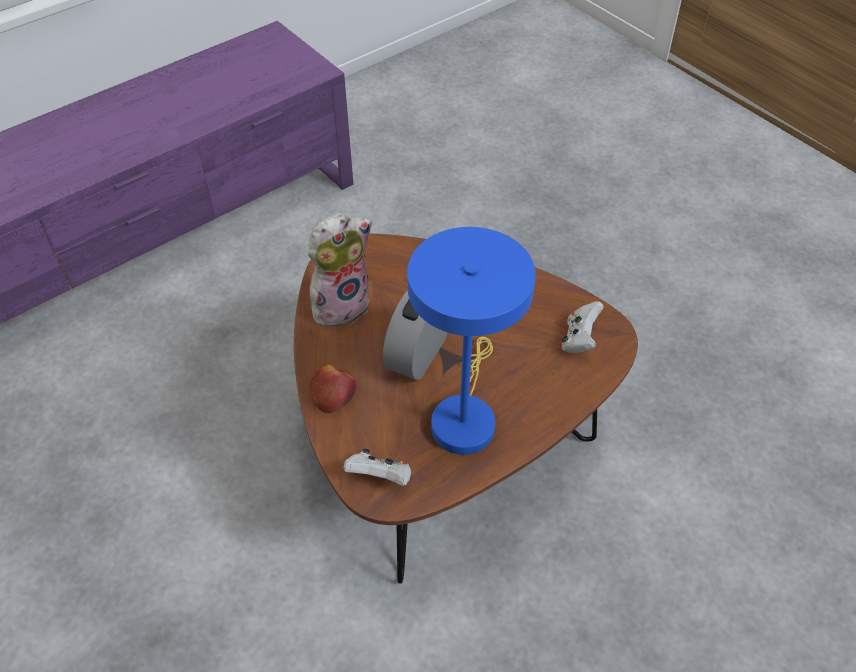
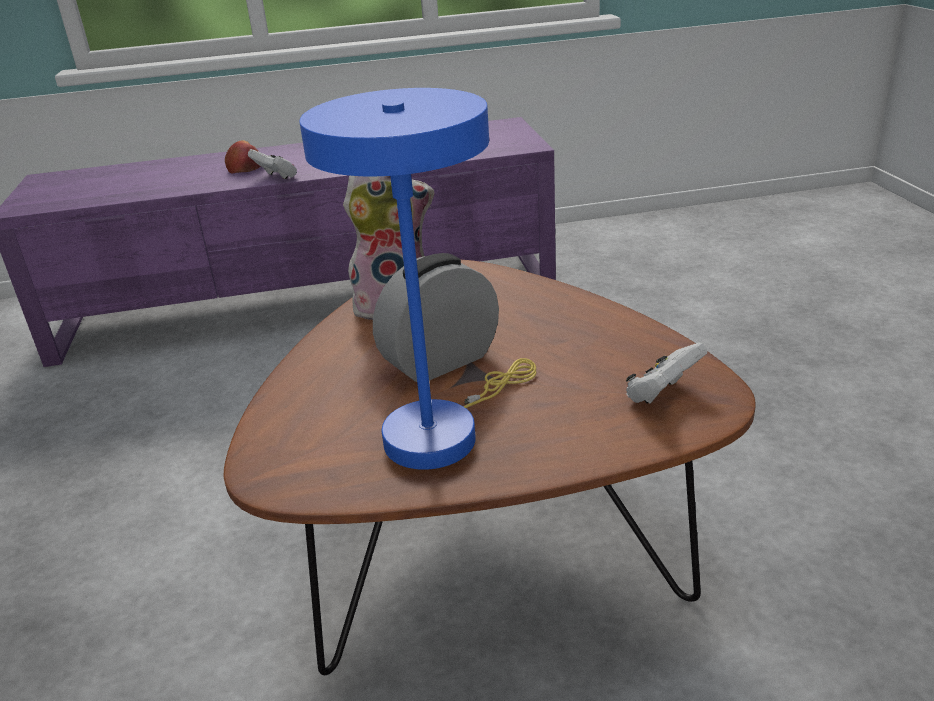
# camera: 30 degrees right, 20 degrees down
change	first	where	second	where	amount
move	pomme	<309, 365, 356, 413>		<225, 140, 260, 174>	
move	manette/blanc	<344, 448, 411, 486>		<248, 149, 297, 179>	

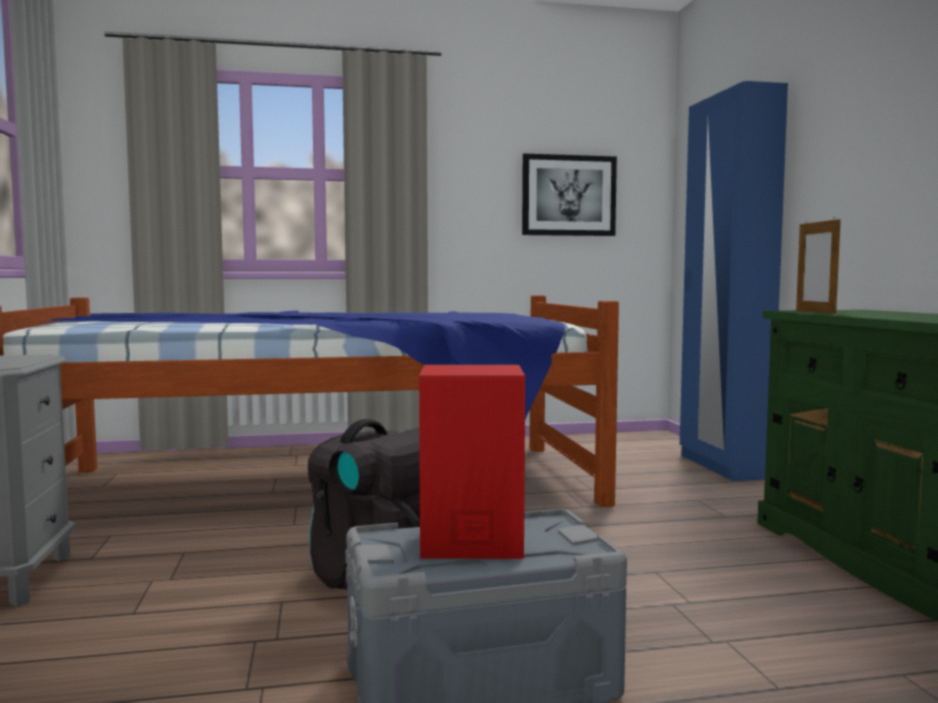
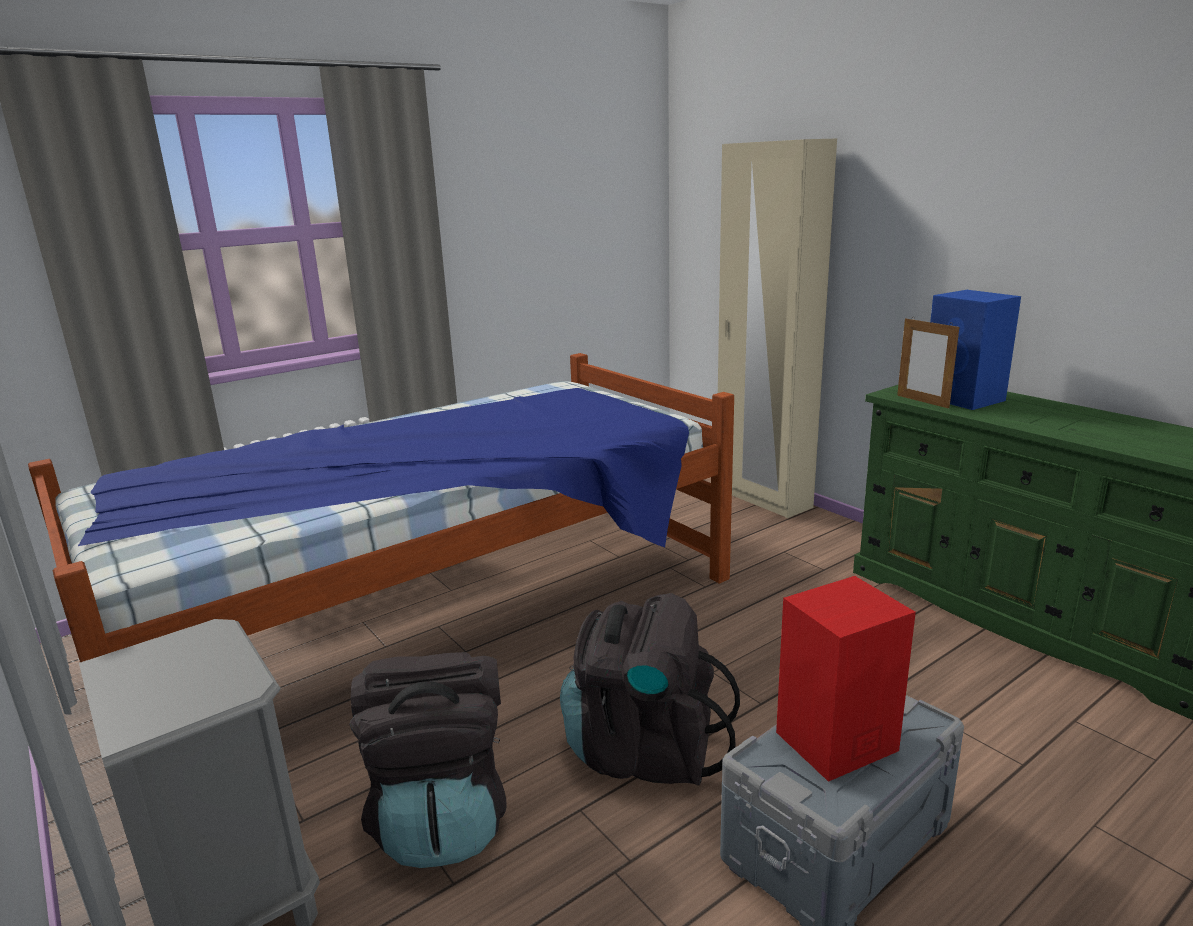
# camera: 25 degrees left, 15 degrees up
change	first	where	second	where	amount
recolor	armoire/bleu	<680, 81, 788, 481>	armoire/beige	<718, 139, 837, 518>	
delete	tableau	<522, 154, 617, 236>			
insert			enceinte/bleu	<930, 290, 1021, 410>	
insert			sac à dos/noir	<349, 652, 507, 868>	

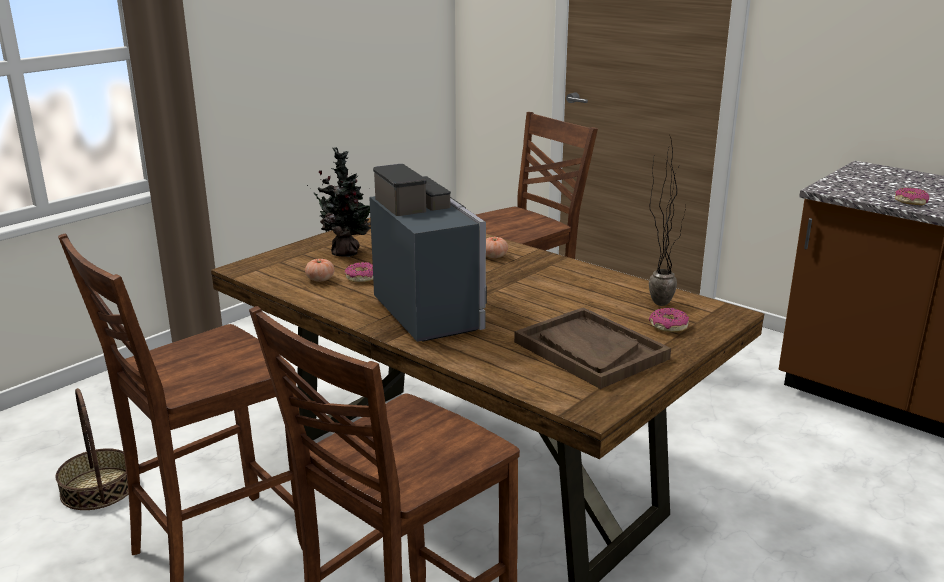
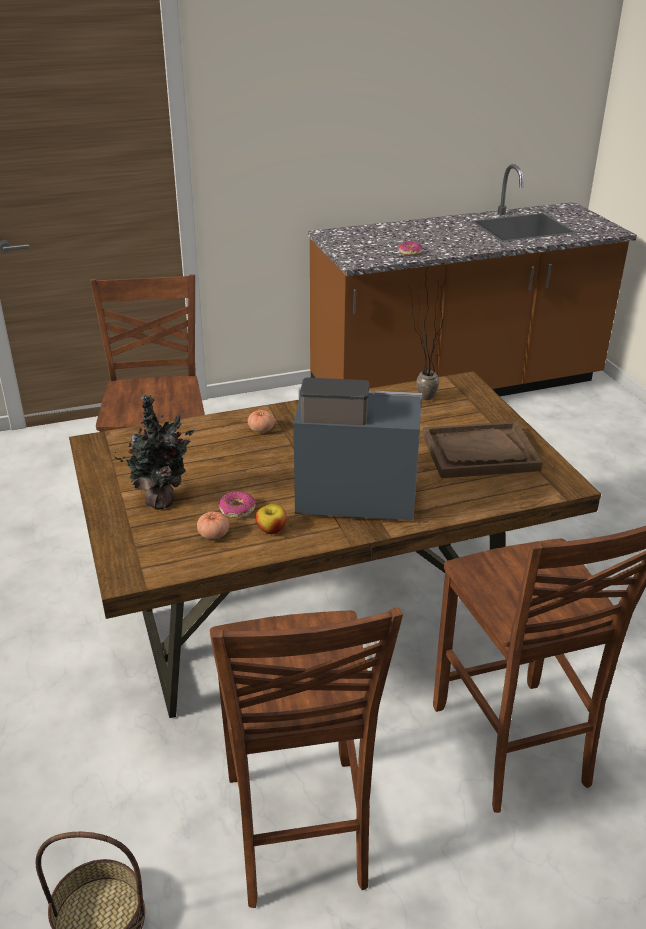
# camera: 60 degrees left, 10 degrees up
change	first	where	second	where	amount
delete	beignet	<649, 308, 689, 332>			
insert			pomme	<256, 504, 287, 534>	

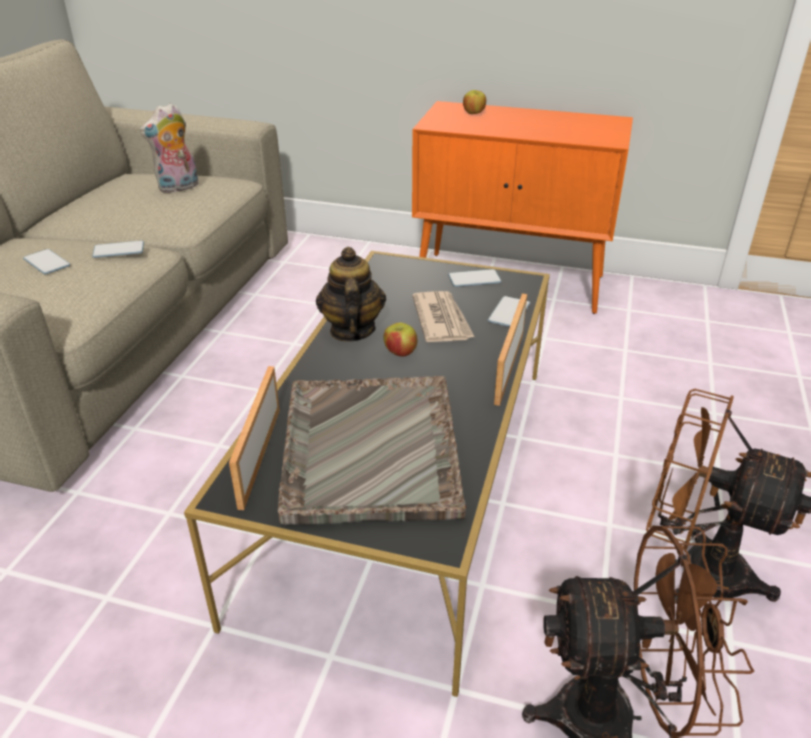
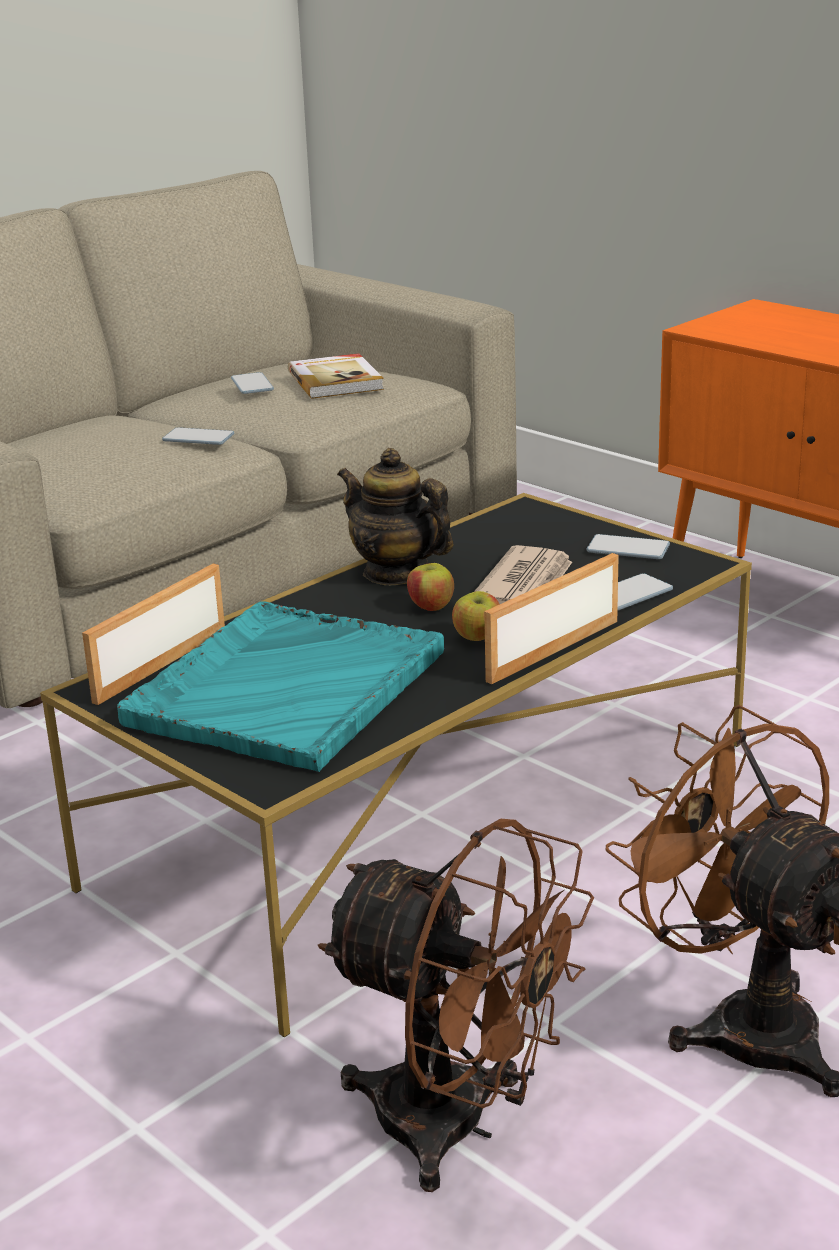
# camera: 30 degrees right, 10 degrees down
change	first	where	second	where	amount
move	pomme	<463, 90, 486, 114>		<452, 591, 499, 641>	
replace	peluche	<139, 103, 198, 193>	livre	<288, 353, 384, 399>	
rotate	théière	<316, 247, 386, 342>		<337, 448, 453, 585>	75 degrees counterclockwise
move	téléphone	<23, 249, 70, 275>		<231, 372, 274, 394>	
recolor	plateau/gris	<278, 376, 467, 525>	plateau/turquoise	<117, 601, 444, 772>	

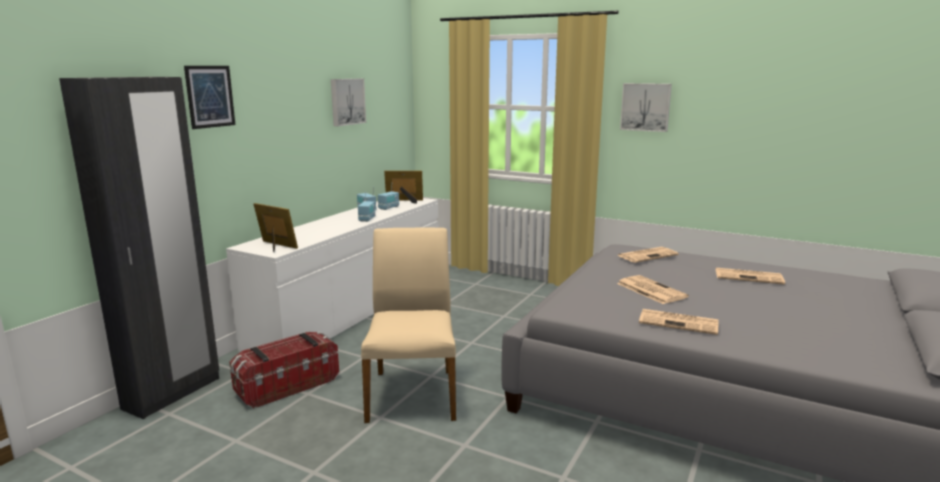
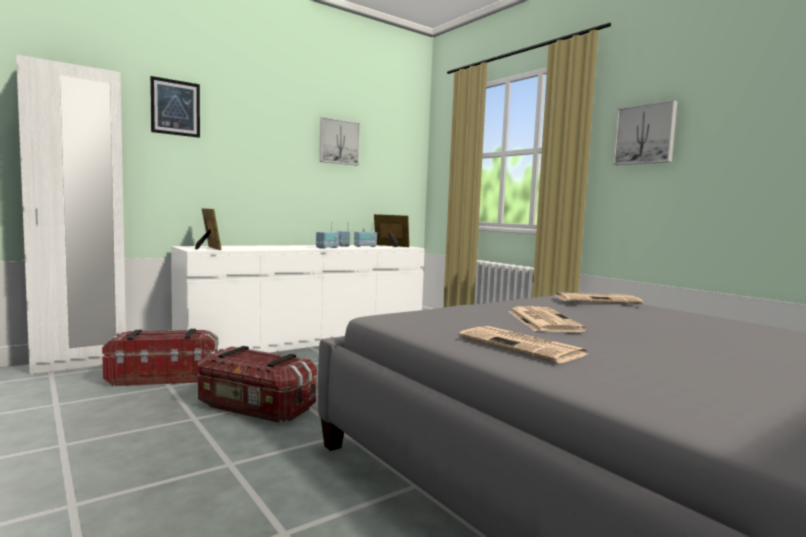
# camera: 25 degrees right, 10 degrees down
change	first	where	second	where	amount
recolor	armoire/noir	<59, 77, 219, 419>	armoire/blanc	<16, 55, 126, 374>	
replace	chaise/beige	<361, 227, 456, 423>	boîte de rangement	<198, 346, 317, 423>	
delete	journal	<715, 268, 785, 285>			

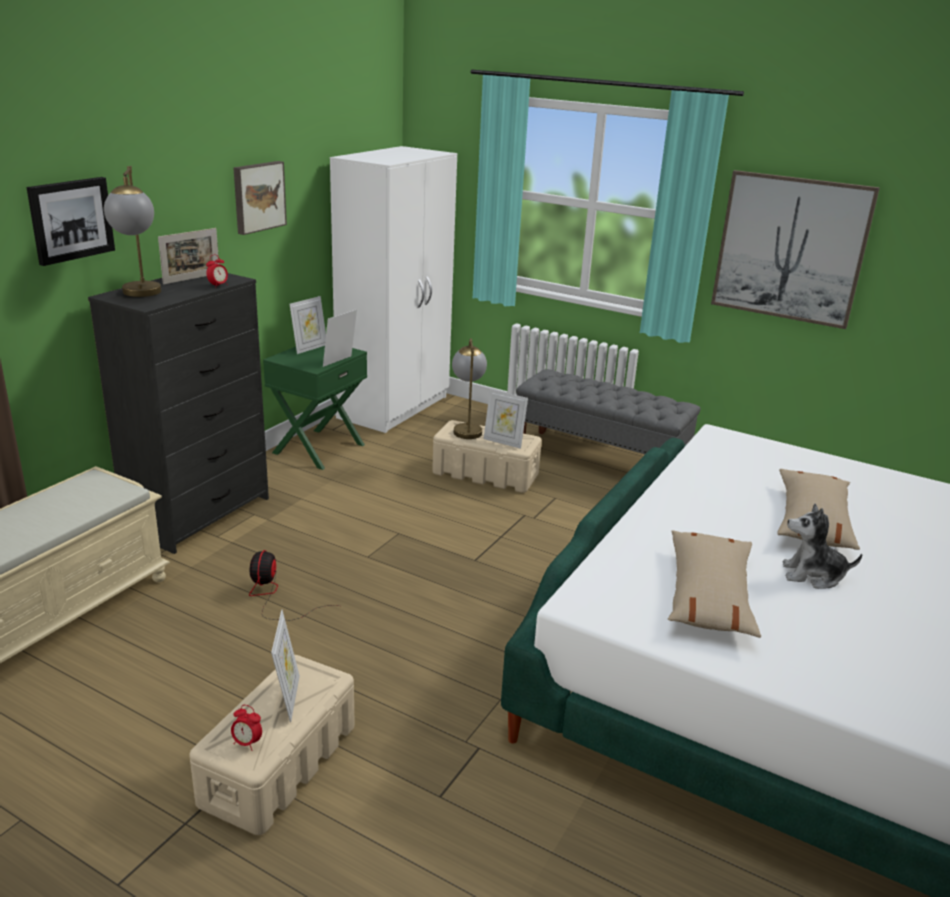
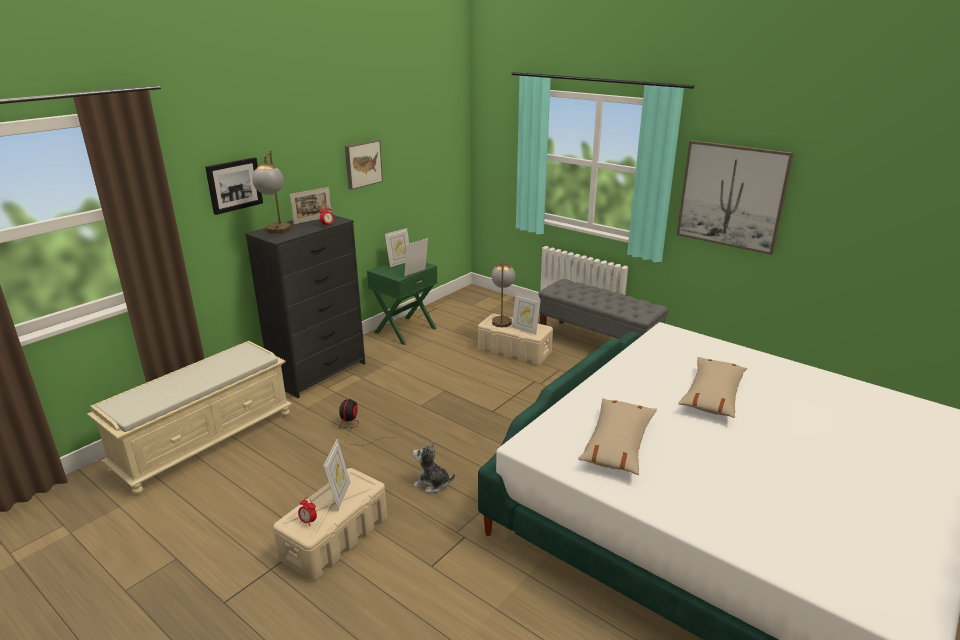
# camera: 10 degrees right, 0 degrees up
change	first	where	second	where	amount
delete	armoire/blanc	<330, 146, 457, 433>			
move	peluche	<782, 504, 862, 589>		<412, 441, 455, 493>	

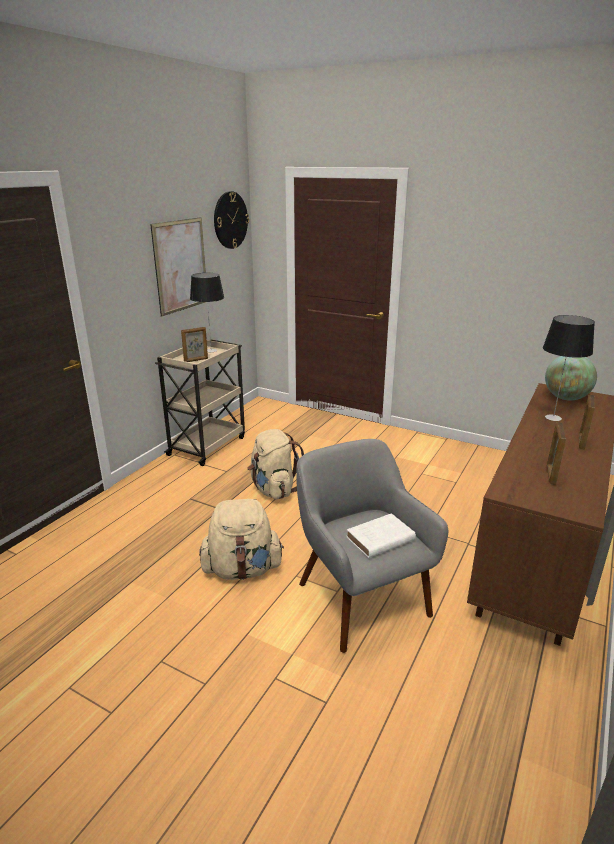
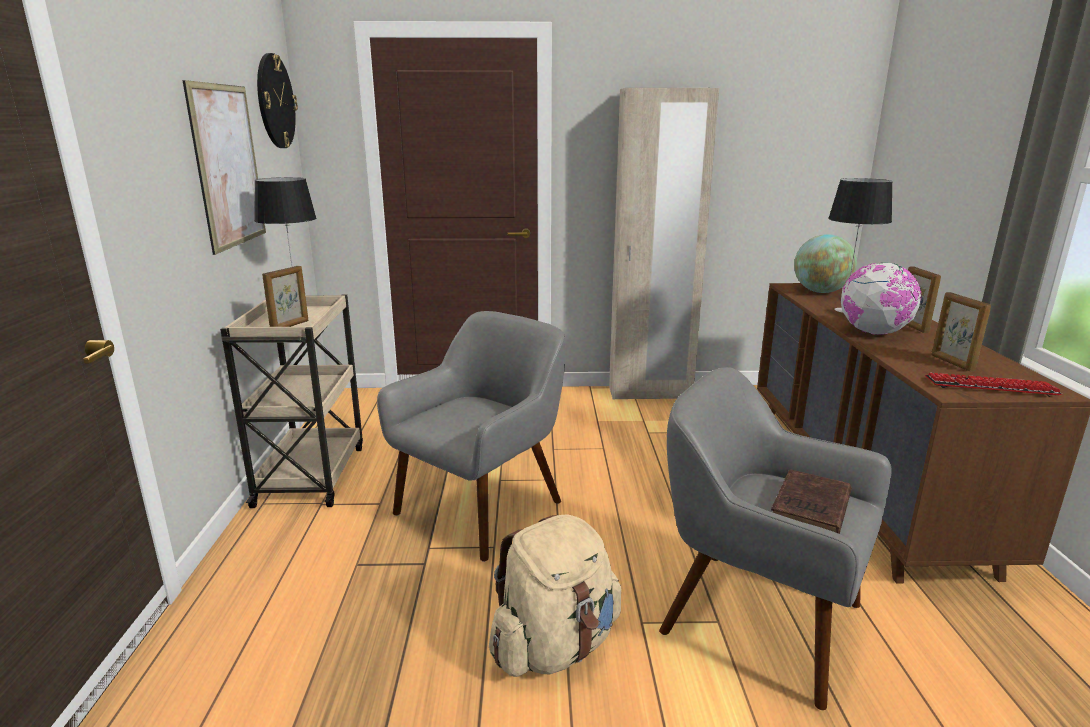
# camera: 30 degrees left, 5 degrees down
change	first	where	second	where	amount
replace	sac à dos/beige	<247, 429, 304, 499>	fauteuil/gris	<377, 311, 566, 562>	
recolor	livre/blanc	<346, 513, 416, 558>	livre/marron	<771, 469, 851, 534>	
insert			armoire/beige	<609, 88, 719, 400>	
insert			globe	<841, 263, 922, 335>	
insert			clavier	<926, 372, 1062, 397>	

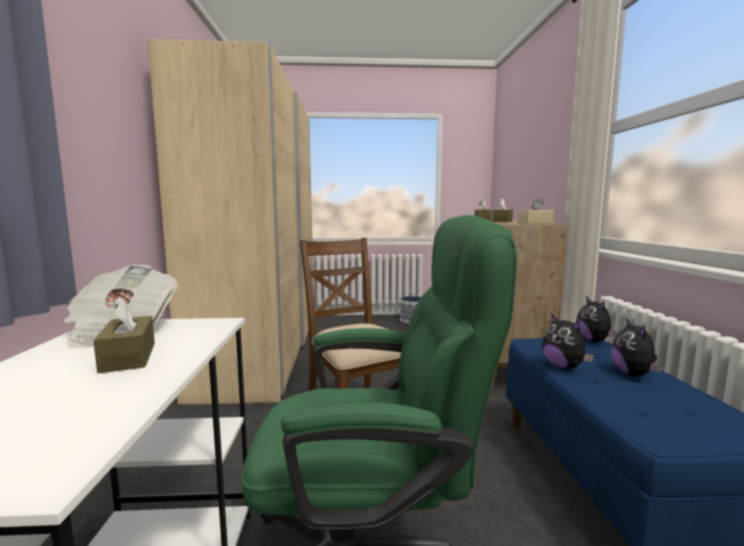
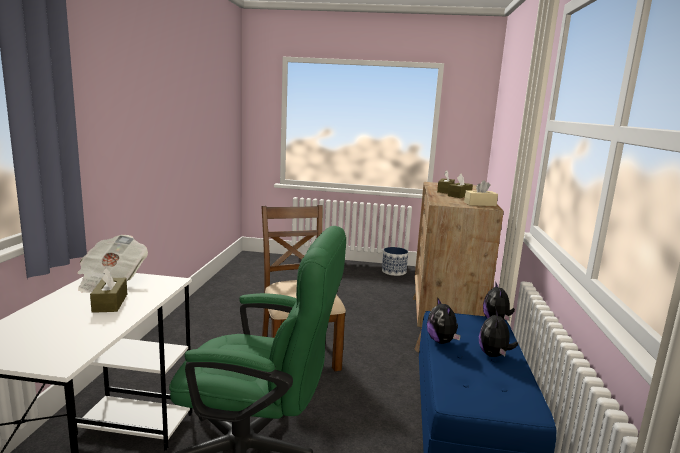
# camera: 10 degrees right, 5 degrees up
change	first	where	second	where	amount
delete	armoire/beige	<148, 39, 314, 405>			

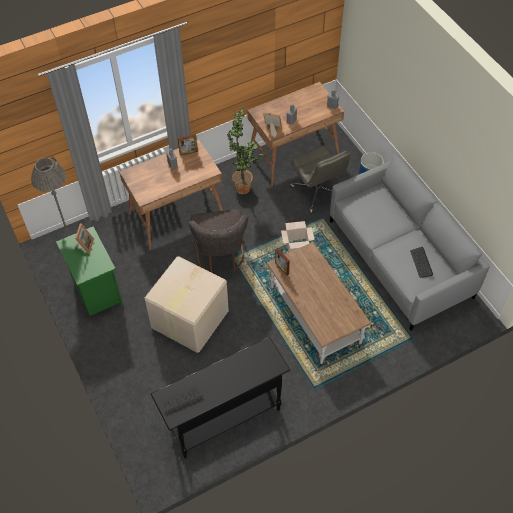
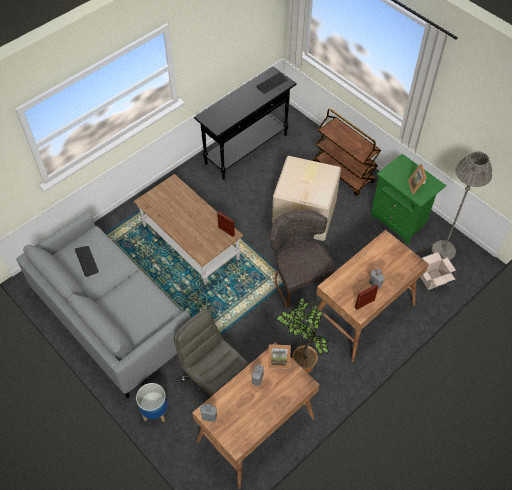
# camera: 165 degrees right, 0 degrees up
change	first	where	second	where	amount
move	carton	<281, 221, 314, 253>		<420, 252, 456, 290>	
insert			chariot/marron	<313, 108, 381, 196>	

